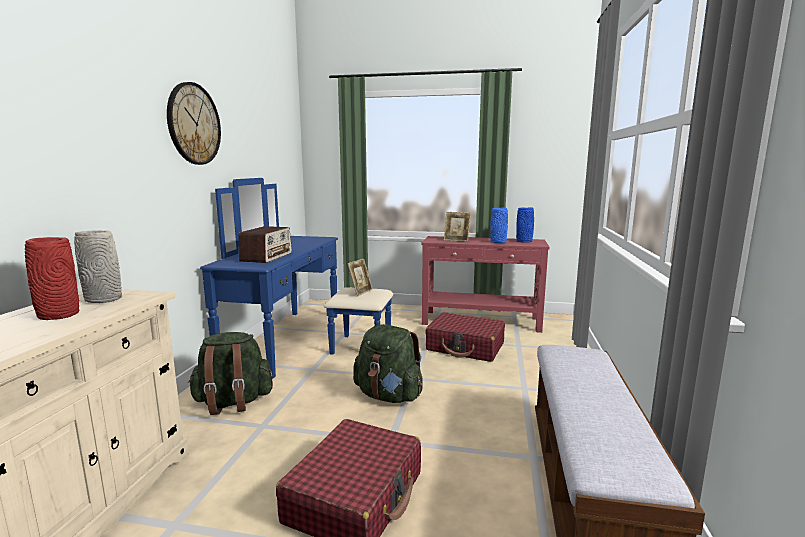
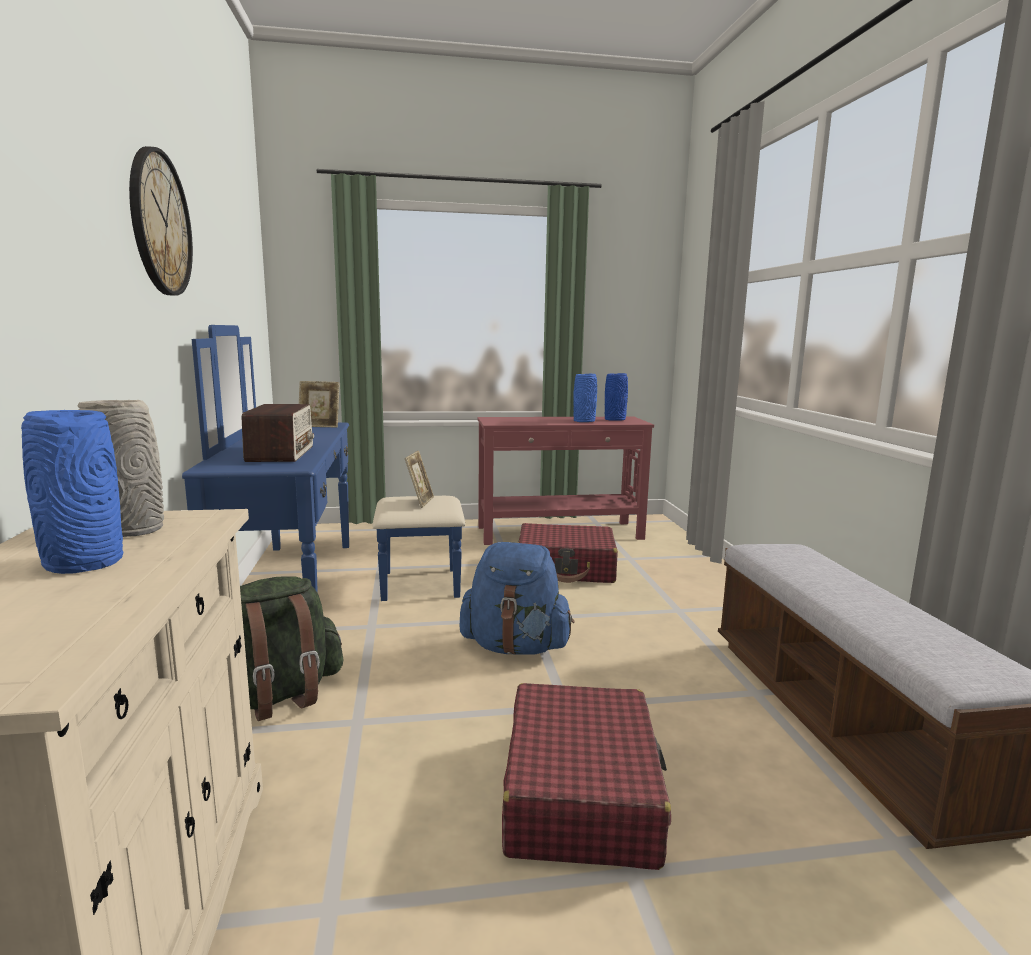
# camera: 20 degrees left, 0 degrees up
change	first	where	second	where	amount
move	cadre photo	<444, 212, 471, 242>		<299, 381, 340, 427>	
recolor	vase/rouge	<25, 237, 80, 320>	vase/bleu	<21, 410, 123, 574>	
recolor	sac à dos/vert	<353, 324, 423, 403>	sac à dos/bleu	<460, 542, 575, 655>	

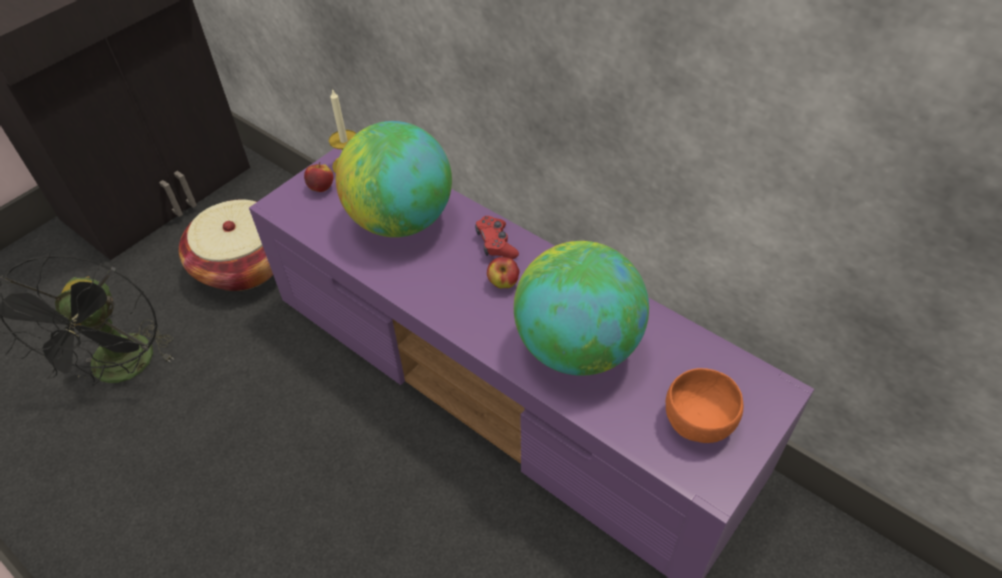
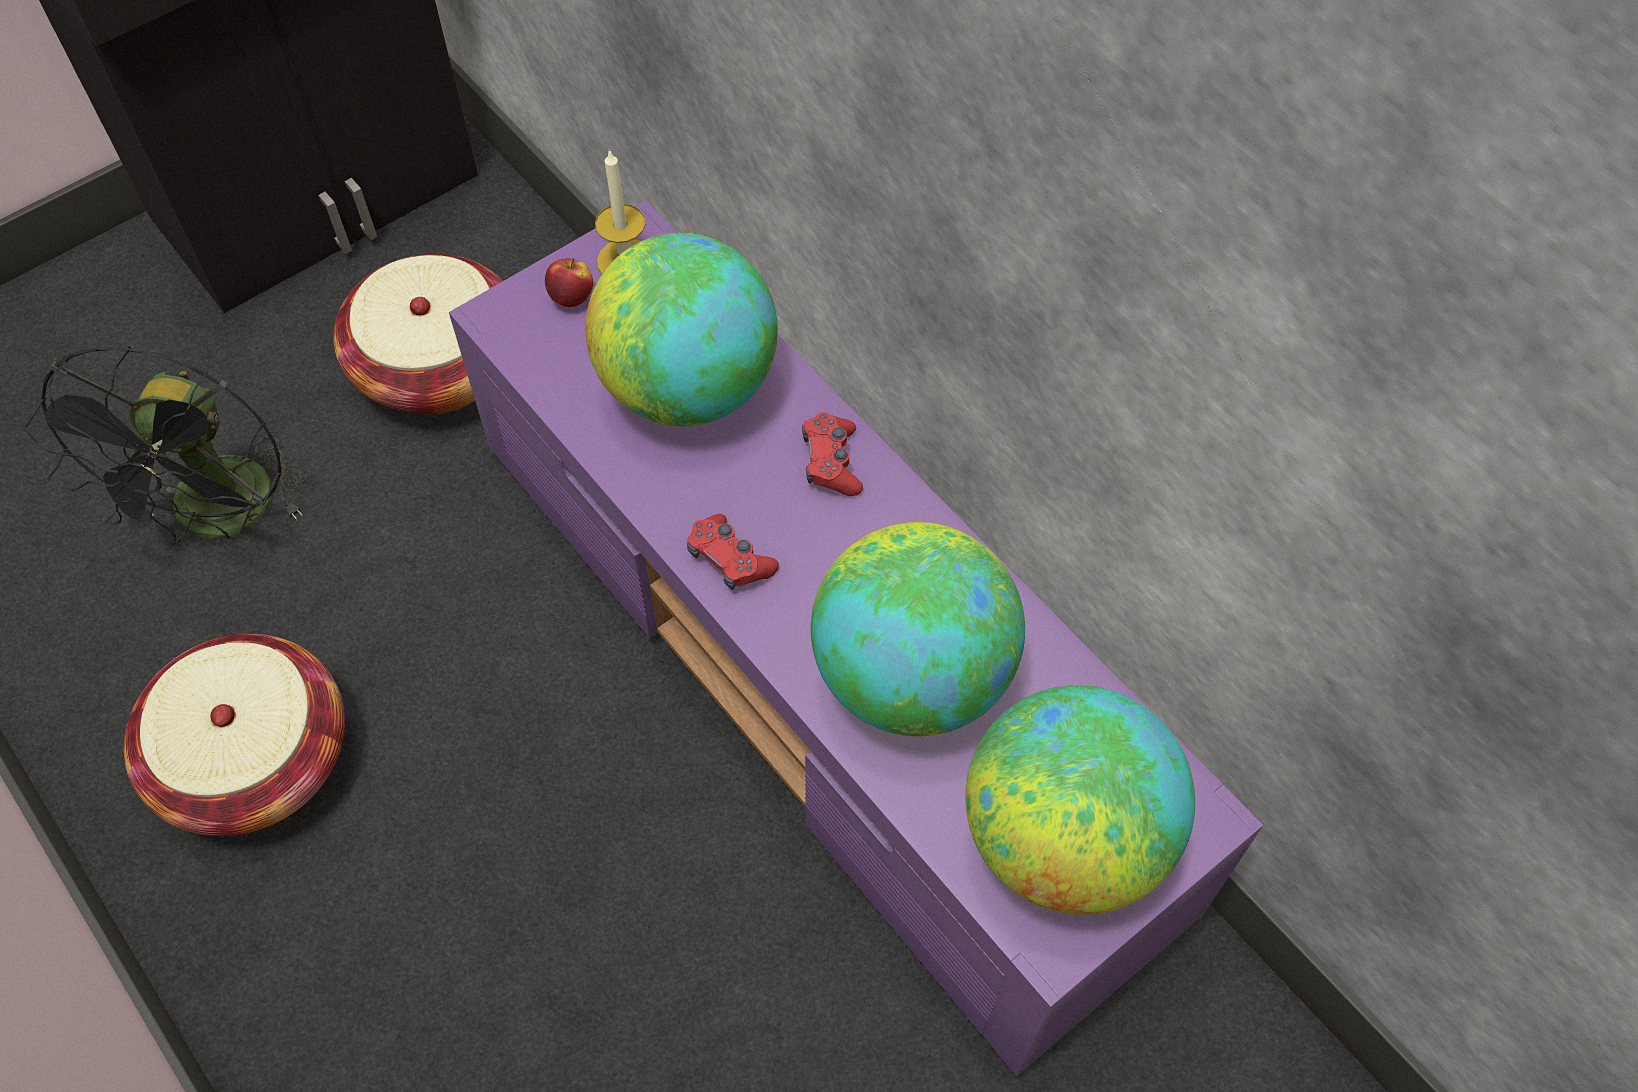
# camera: 10 degrees right, 10 degrees up
change	first	where	second	where	amount
delete	pomme	<487, 257, 520, 288>			
replace	bol/orange	<666, 368, 744, 443>	globe	<965, 685, 1195, 915>	
insert			manette/rouge	<687, 514, 779, 590>	
insert			panier	<124, 634, 345, 836>	

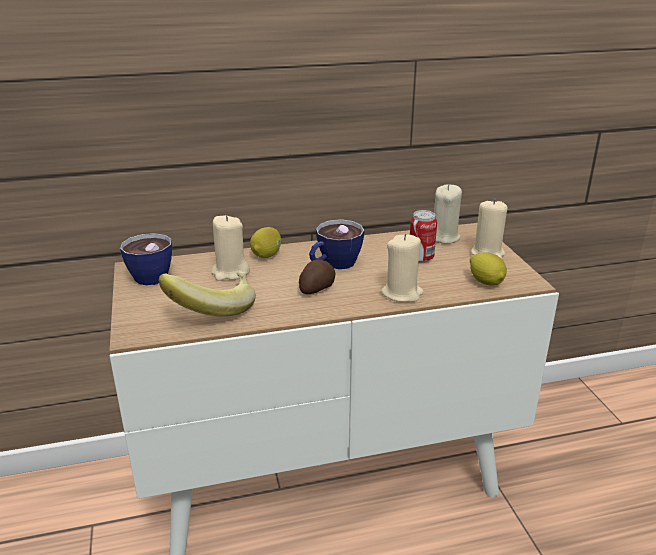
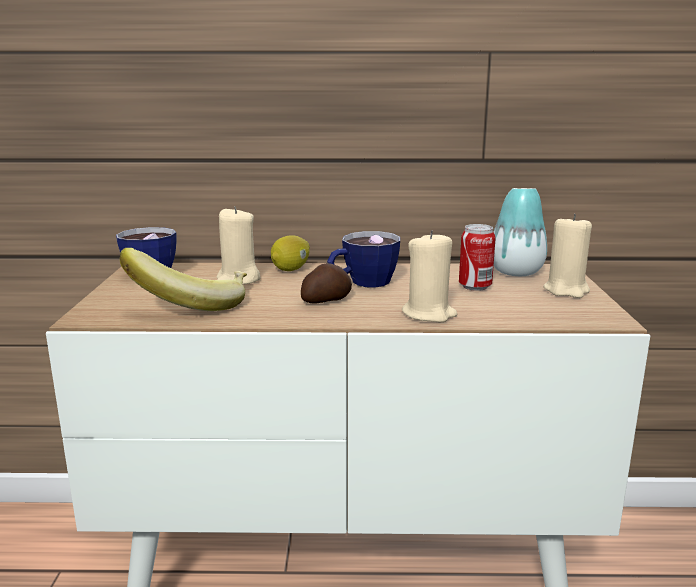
# camera: 15 degrees right, 10 degrees down
change	first	where	second	where	amount
replace	bougie/beige	<434, 184, 462, 244>	vase	<494, 188, 547, 276>	
delete	citron	<470, 252, 507, 286>			

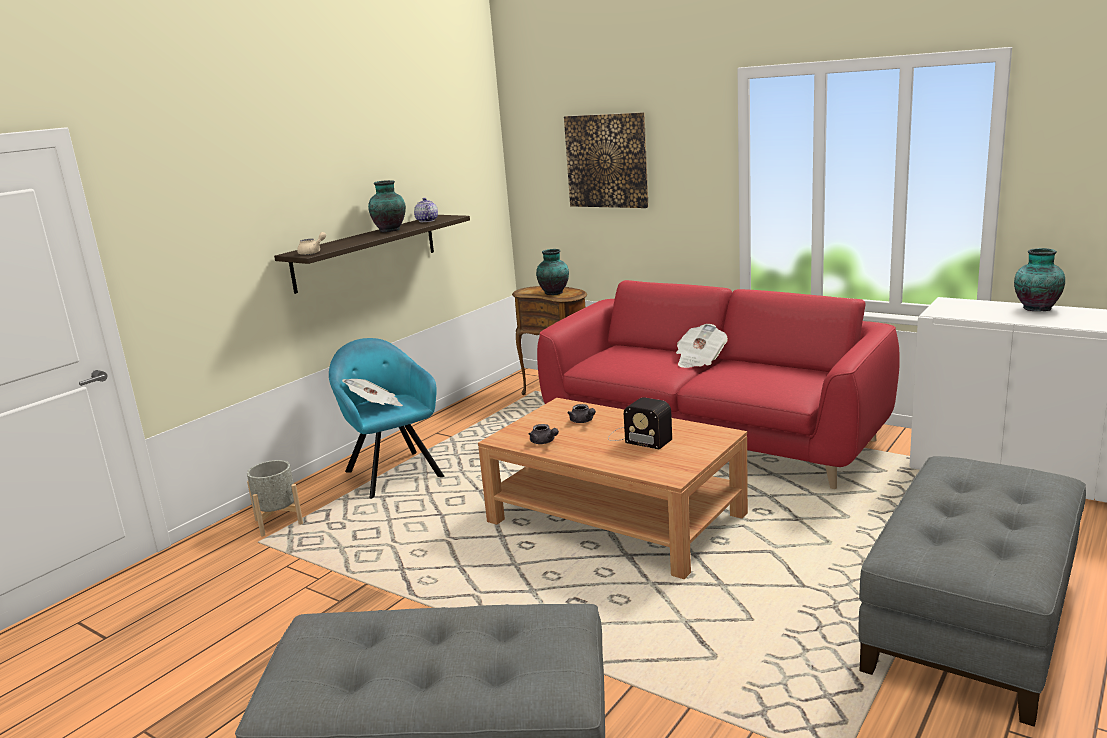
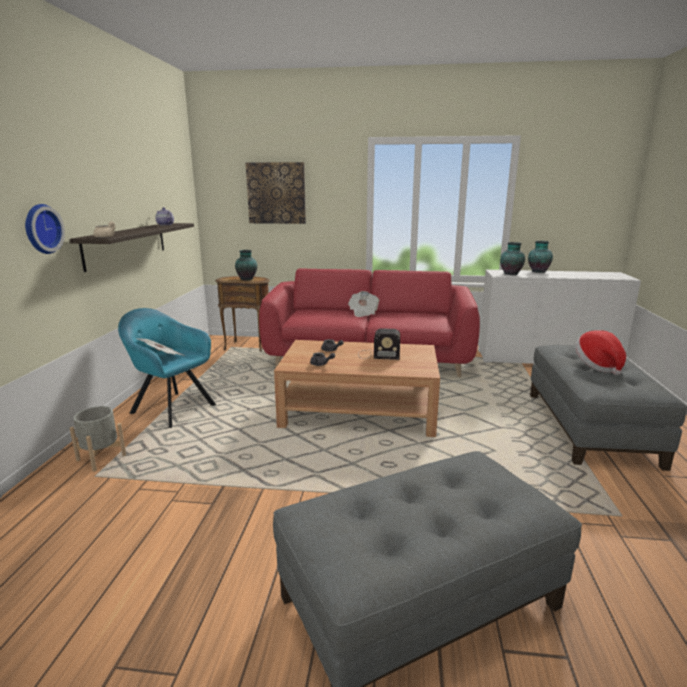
# camera: 30 degrees left, 0 degrees up
change	first	where	second	where	amount
move	vase	<368, 180, 406, 232>		<500, 242, 525, 275>	
insert			horloge murale	<25, 204, 65, 254>	
insert			chapeau	<575, 330, 626, 375>	

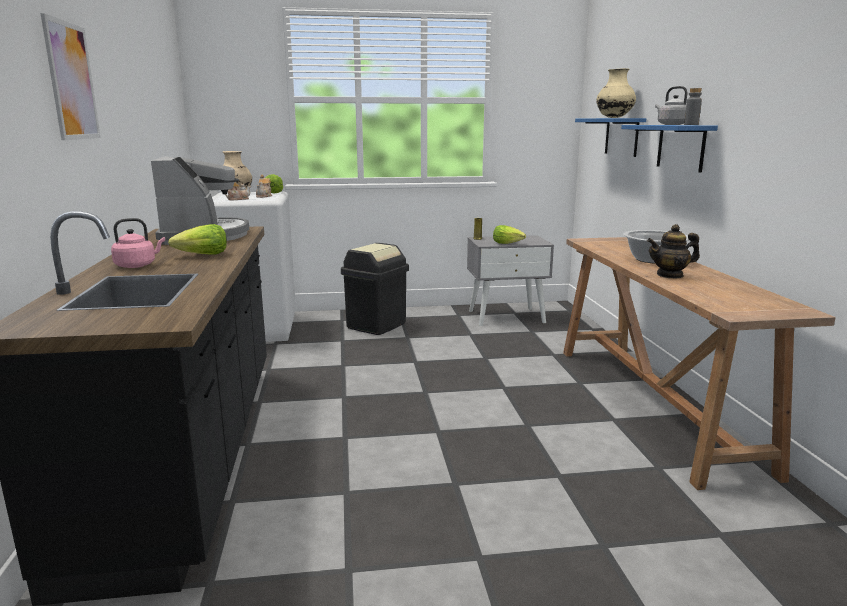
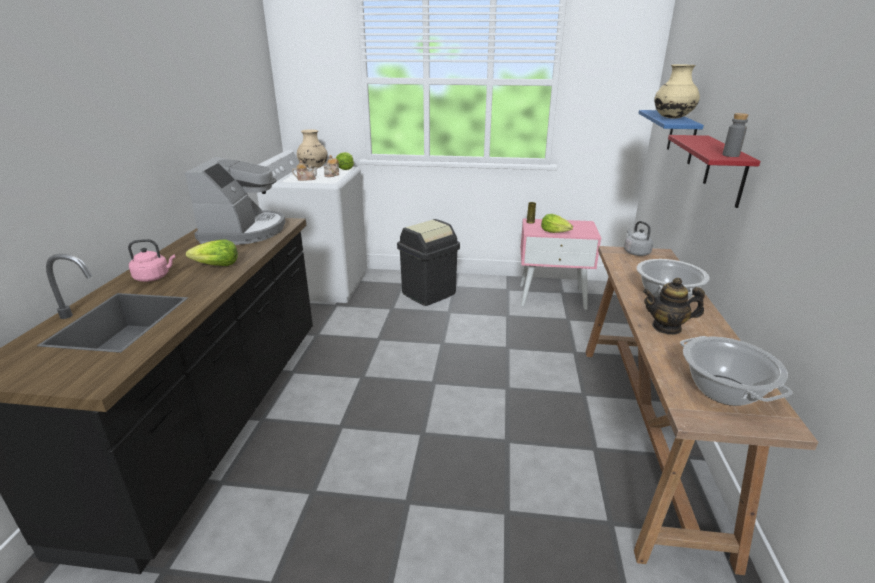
# camera: 15 degrees right, 10 degrees up
change	first	where	second	where	amount
delete	tableau	<40, 13, 101, 140>			
move	bouilloire/gris	<655, 86, 688, 125>		<624, 221, 653, 256>	
recolor	étagère/bleu	<621, 125, 718, 173>	étagère/rouge	<668, 135, 761, 208>	
recolor	table de chevet/gris	<467, 235, 554, 326>	table de chevet/rose	<520, 218, 601, 310>	
insert			marmite	<680, 336, 793, 406>	

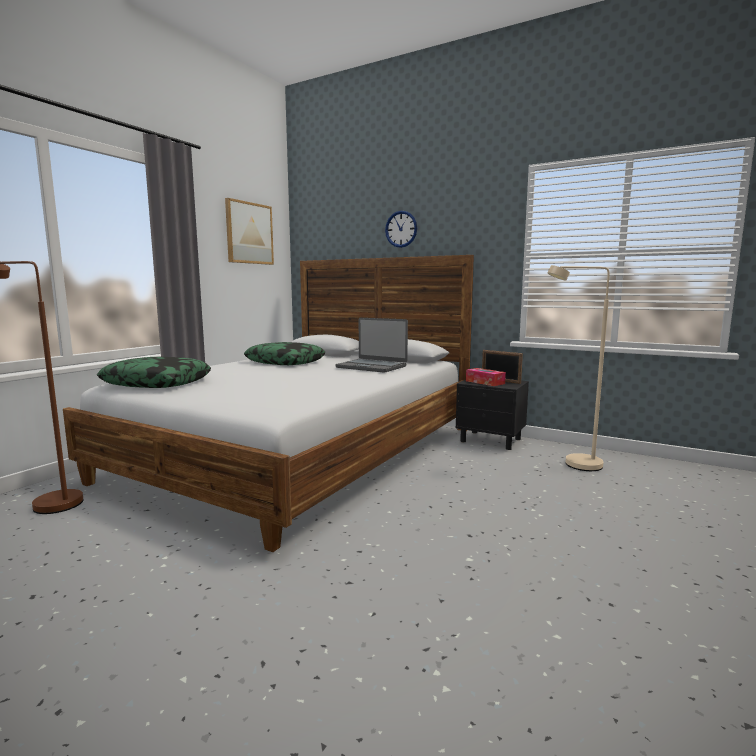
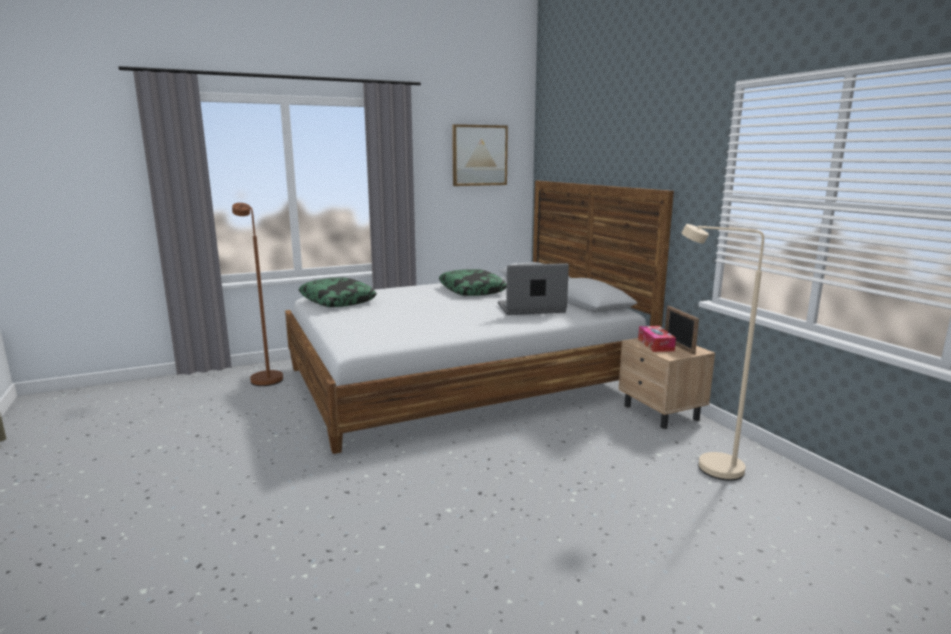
# camera: 35 degrees right, 5 degrees up
change	first	where	second	where	amount
delete	horloge murale	<385, 211, 417, 248>			
rotate	ordinateur portable	<336, 318, 408, 373>		<498, 263, 569, 315>	105 degrees clockwise
recolor	table de chevet/noir	<456, 380, 529, 450>	table de chevet/beige	<618, 338, 715, 429>	

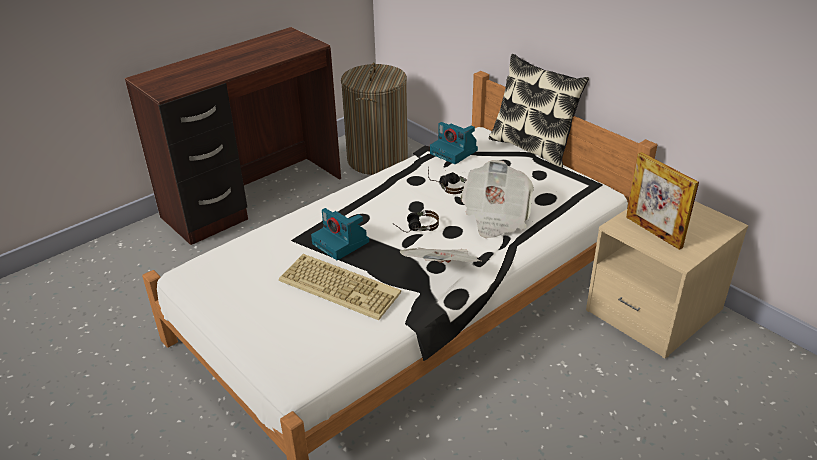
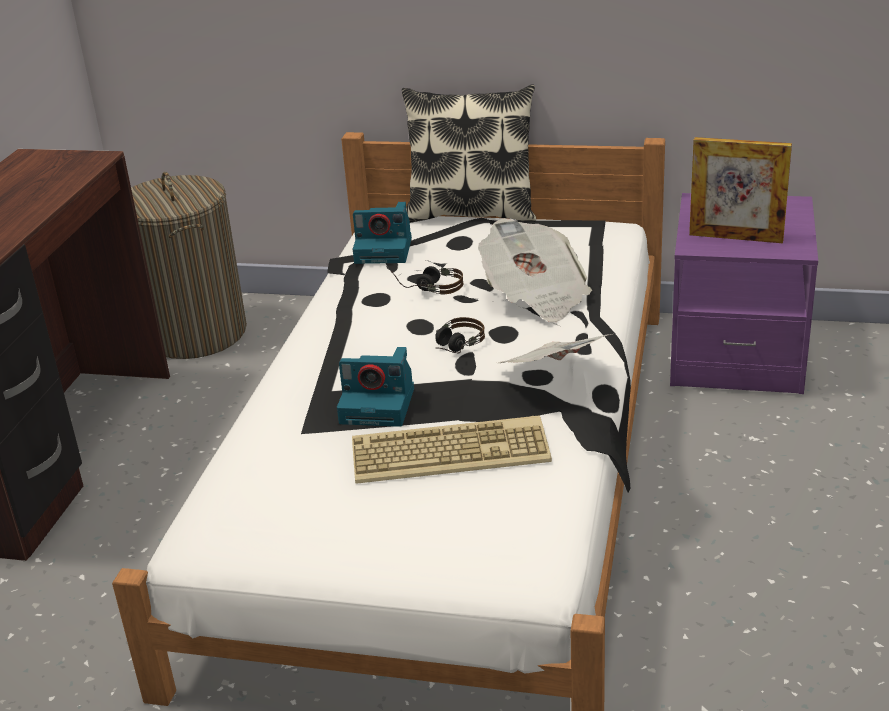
# camera: 35 degrees left, 5 degrees down
change	first	where	second	where	amount
recolor	table de chevet/beige	<586, 201, 748, 359>	table de chevet/violet	<670, 193, 818, 394>	

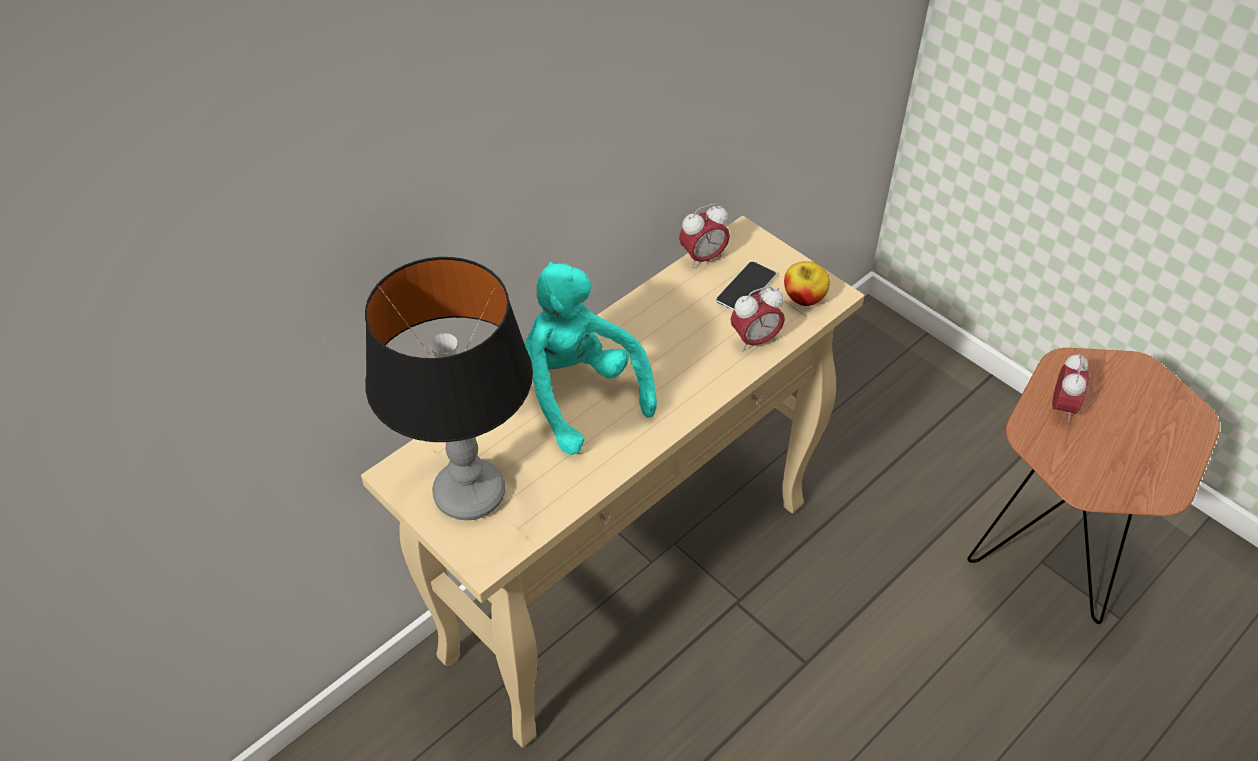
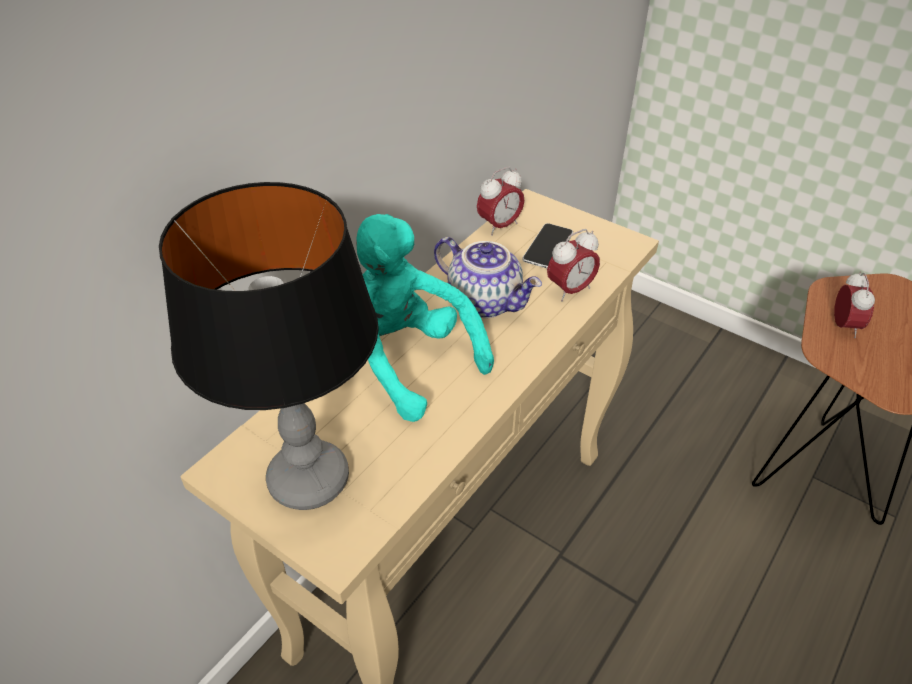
# camera: 10 degrees left, 5 degrees down
change	first	where	second	where	amount
delete	pomme	<784, 261, 830, 306>			
insert			théière	<434, 237, 542, 318>	

